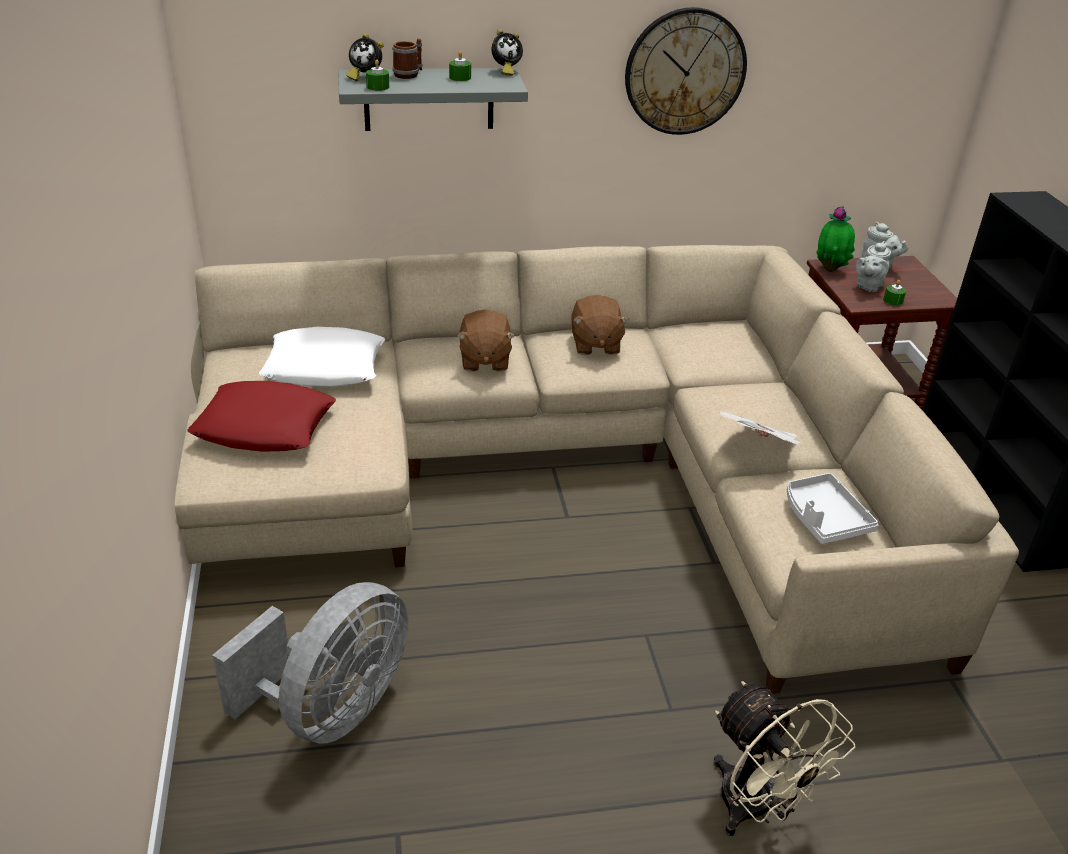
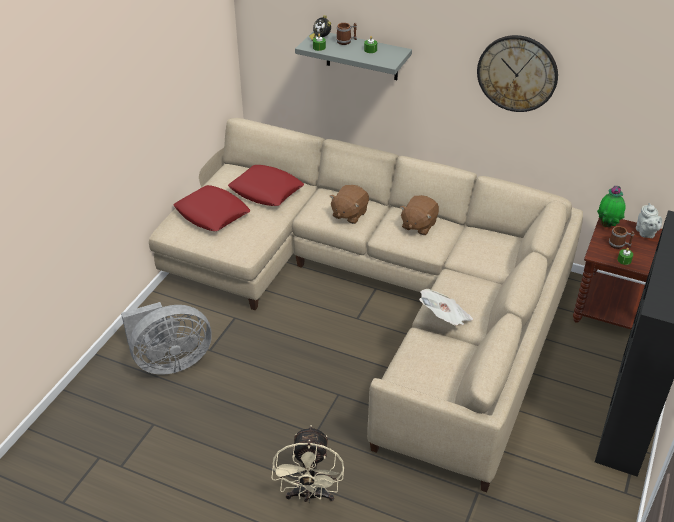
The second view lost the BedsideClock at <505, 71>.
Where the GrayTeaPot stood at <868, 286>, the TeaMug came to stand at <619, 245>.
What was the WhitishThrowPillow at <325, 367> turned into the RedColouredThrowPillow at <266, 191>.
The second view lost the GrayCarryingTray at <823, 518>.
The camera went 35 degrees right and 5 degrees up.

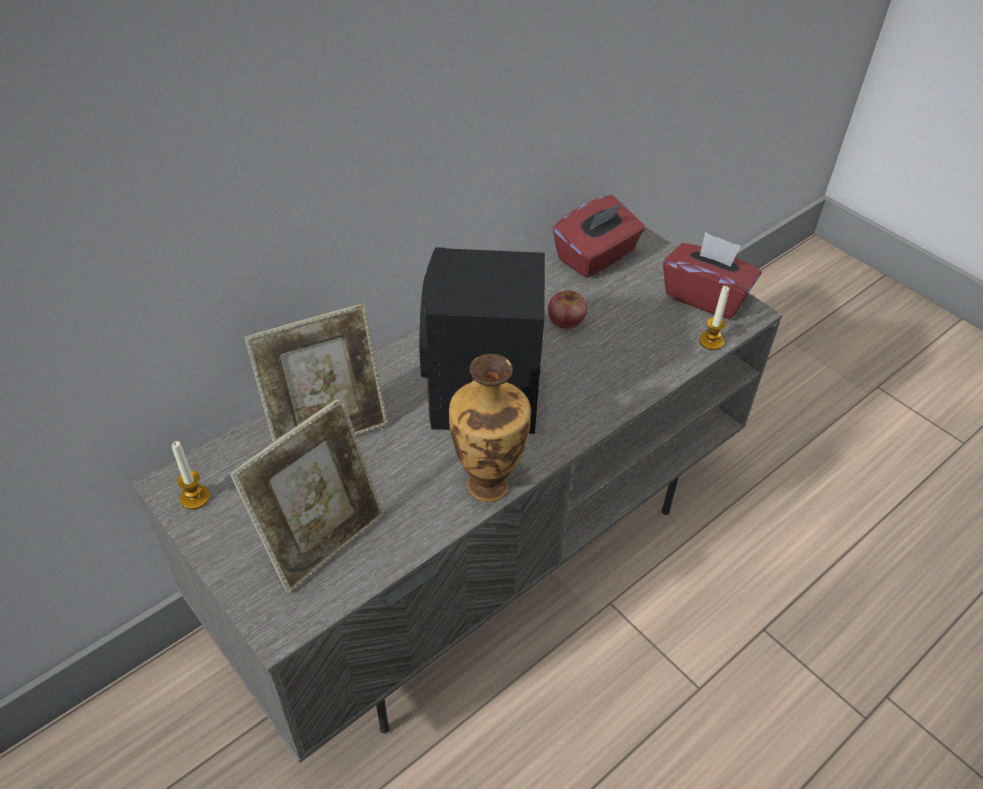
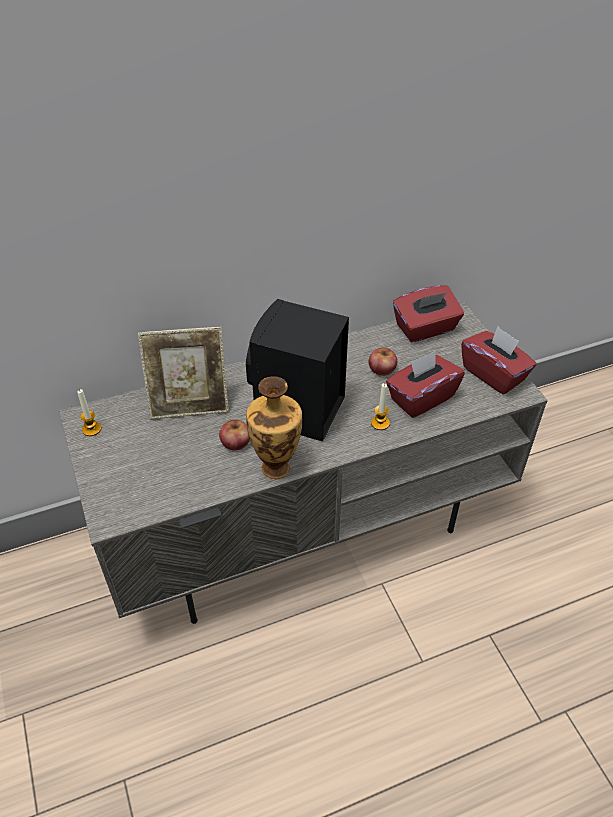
The WaxCandle ended up elsewhere, having gone from <711, 341> to <380, 423>.
The second view lost the StandingFrame at <322, 538>.
The second view gained the RedColouredTissueHolder at <421, 398>.
The second view gained the Apple at <235, 442>.
The camera went 20 degrees right and 0 degrees up.

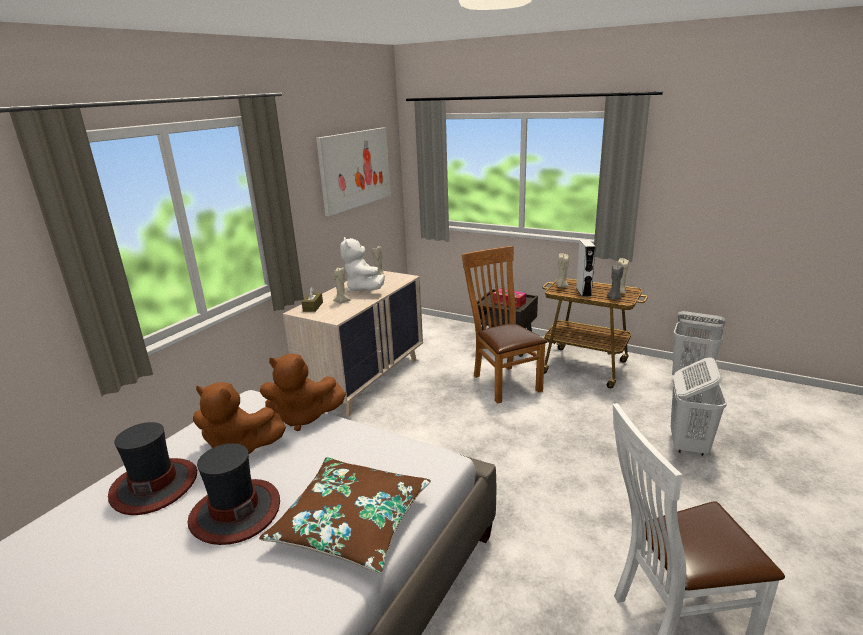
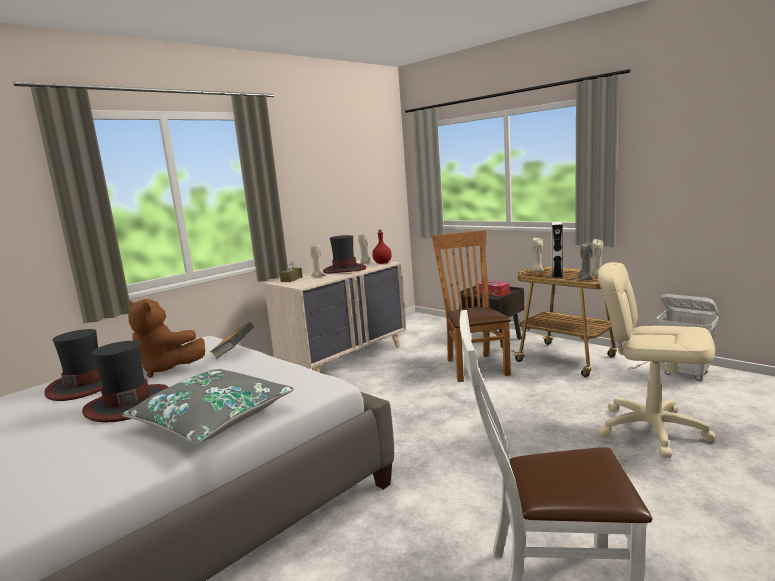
The second view lost the Picture at <355, 169>.
Where the WhitishCuddlyToy stood at <363, 289>, the Hat came to stand at <344, 269>.
Where the BrownishCuddlyToy stood at <303, 417>, the BoundBook came to stand at <234, 352>.
Where the WhitishHamper stood at <688, 445>, the BeigeColouredDeskChair came to stand at <651, 429>.
What was the BrownishThrowPillow at <351, 523> turned into the GrayThrowPillow at <212, 418>.
The second view gained the RedColouredBeverageBottle at <382, 263>.
The camera went 15 degrees right and 10 degrees down.

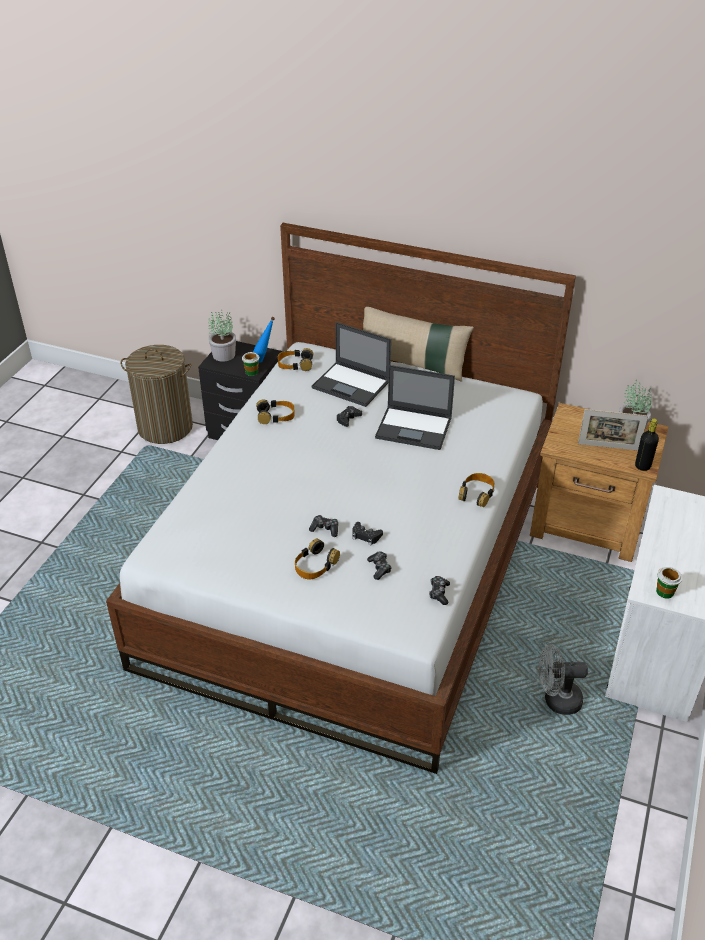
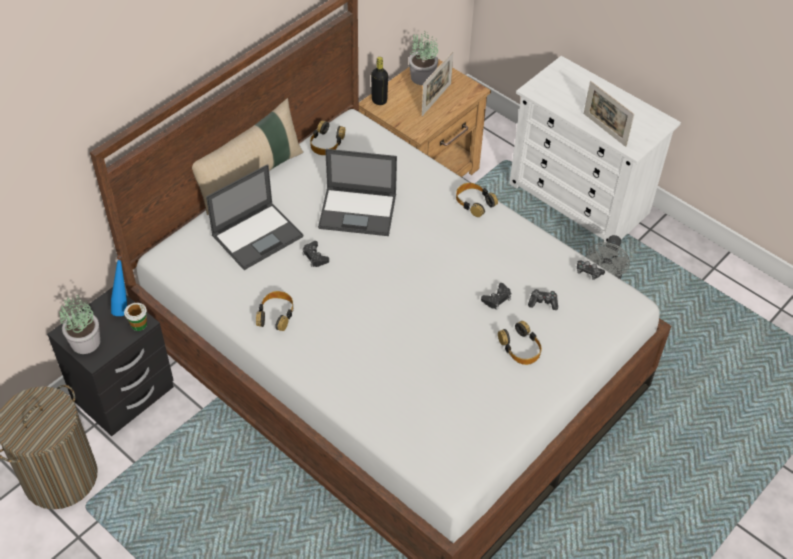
The Headset ended up elsewhere, having gone from <295, 364> to <326, 143>.
The Laptop at <414, 428> ended up facing another way, 60 degrees clockwise from before.
The BlackishBeverageBottle ended up elsewhere, having gone from <642, 466> to <379, 100>.
The second view lost the Gamepad at <325, 529>.
The second view lost the SmallCup at <665, 592>.
The second view gained the StandingFrame at <604, 130>.
The camera went 70 degrees left and 10 degrees up.

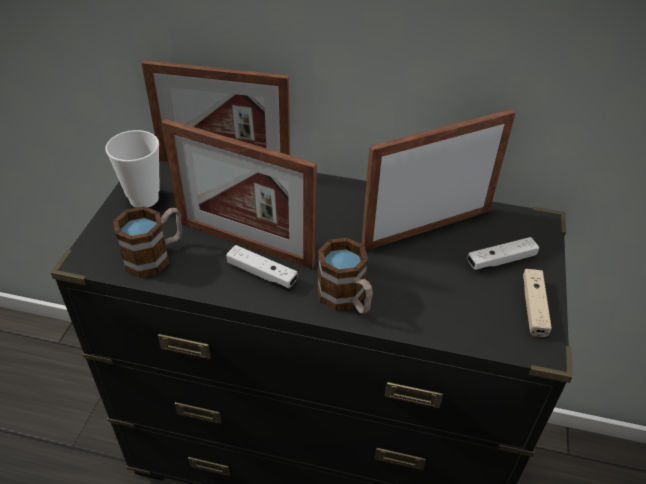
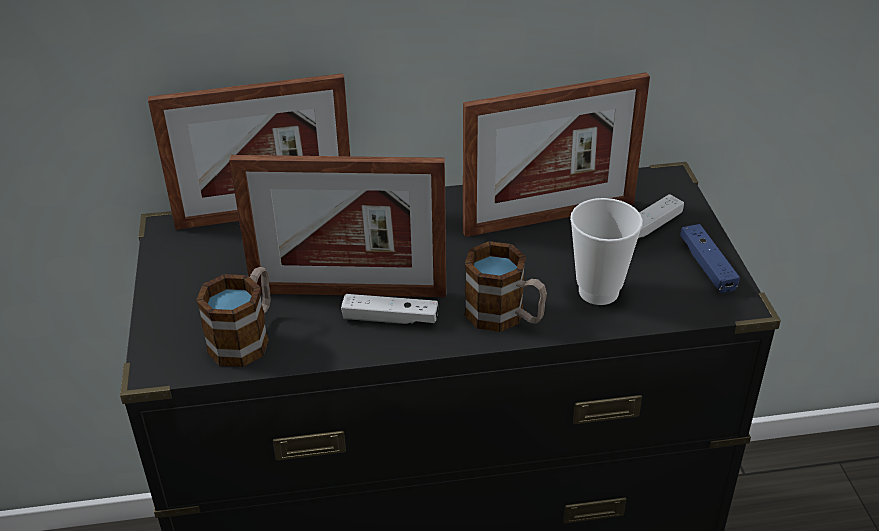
The StandingFrame at <427, 228> ended up facing another way, 150 degrees counterclockwise from before.
The SmallCup ended up elsewhere, having gone from <144, 199> to <598, 292>.
What was the BeigeColouredGamepad at <534, 307> turned into the BlueColouredGamepad at <707, 266>.
The camera went 20 degrees left and 5 degrees down.

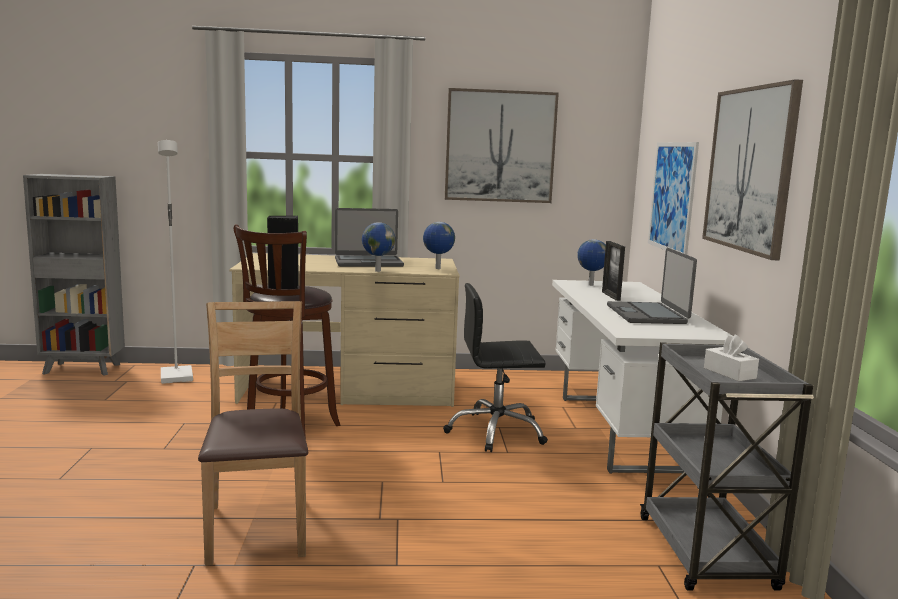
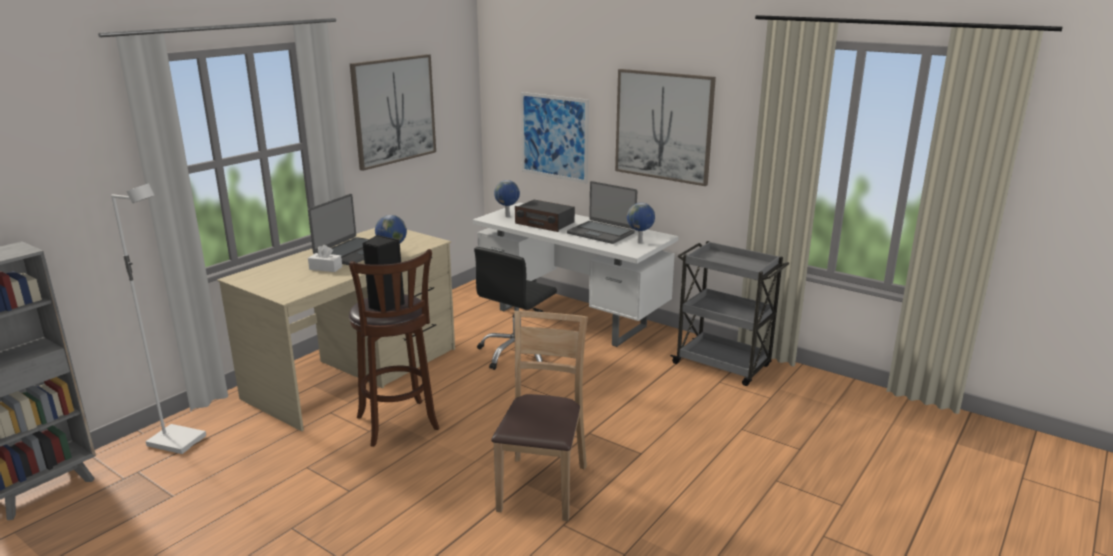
The Globe ended up elsewhere, having gone from <437, 268> to <640, 242>.
Where the StandingFrame stood at <610, 296>, the RadioSet came to stand at <544, 223>.
The BrownishUprightChair at <257, 528> ended up facing another way, 75 degrees clockwise from before.
The WhitishTissueHolder ended up elsewhere, having gone from <729, 373> to <325, 268>.
The camera went 50 degrees left and 10 degrees up.

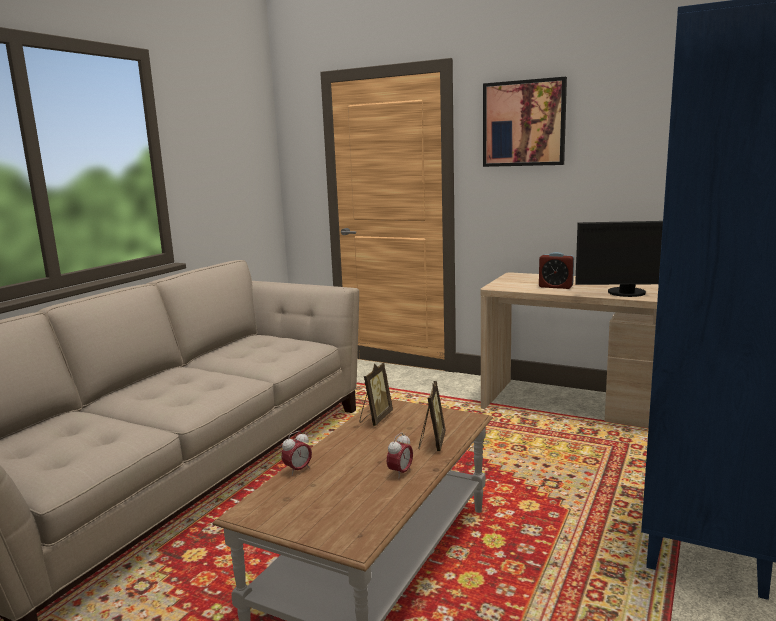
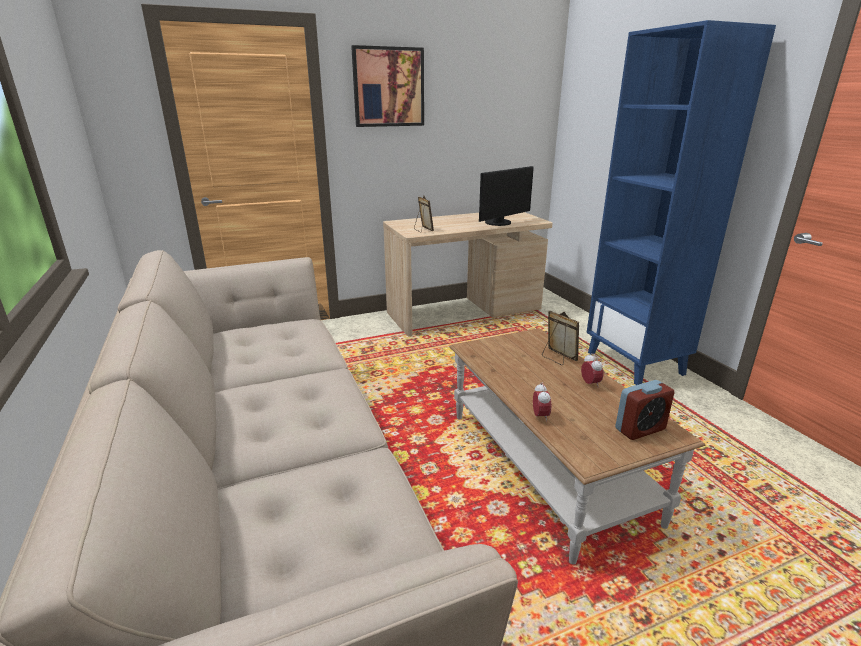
The BedsideClock ended up elsewhere, having gone from <555, 286> to <640, 429>.
The StandingFrame ended up elsewhere, having gone from <375, 418> to <423, 230>.
The camera went 50 degrees left and 10 degrees up.

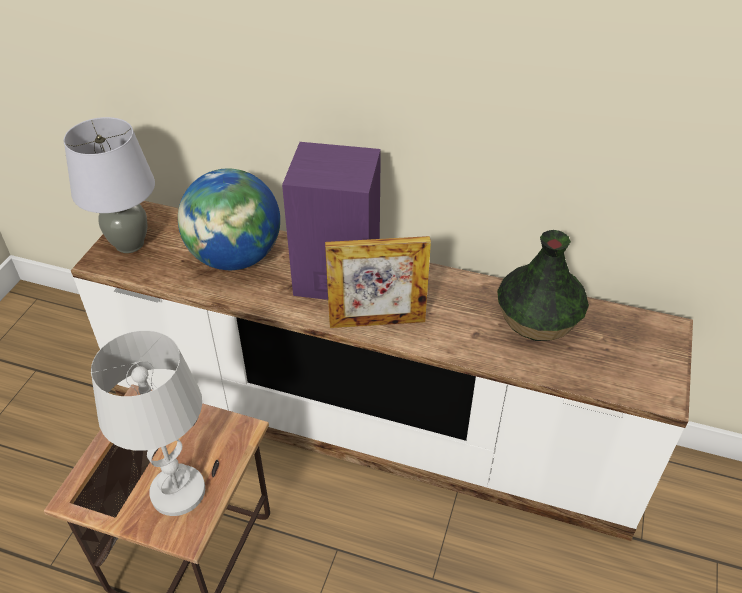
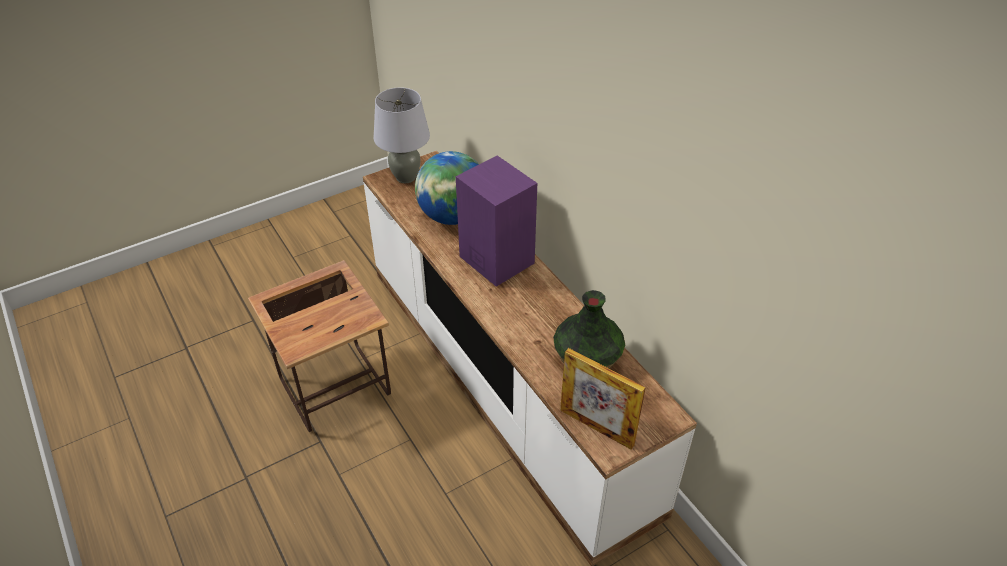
The StandingFrame ended up elsewhere, having gone from <377, 322> to <596, 427>.
The second view lost the WhitishTabletopLamp at <178, 492>.
The camera went 40 degrees right and 0 degrees up.

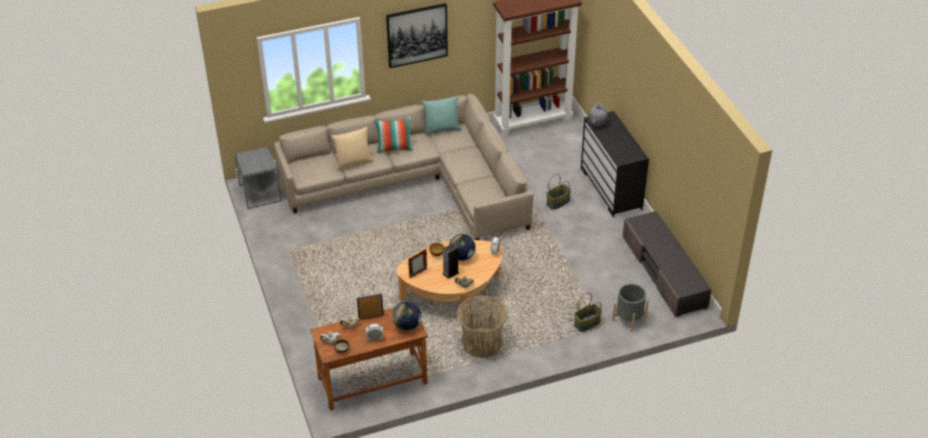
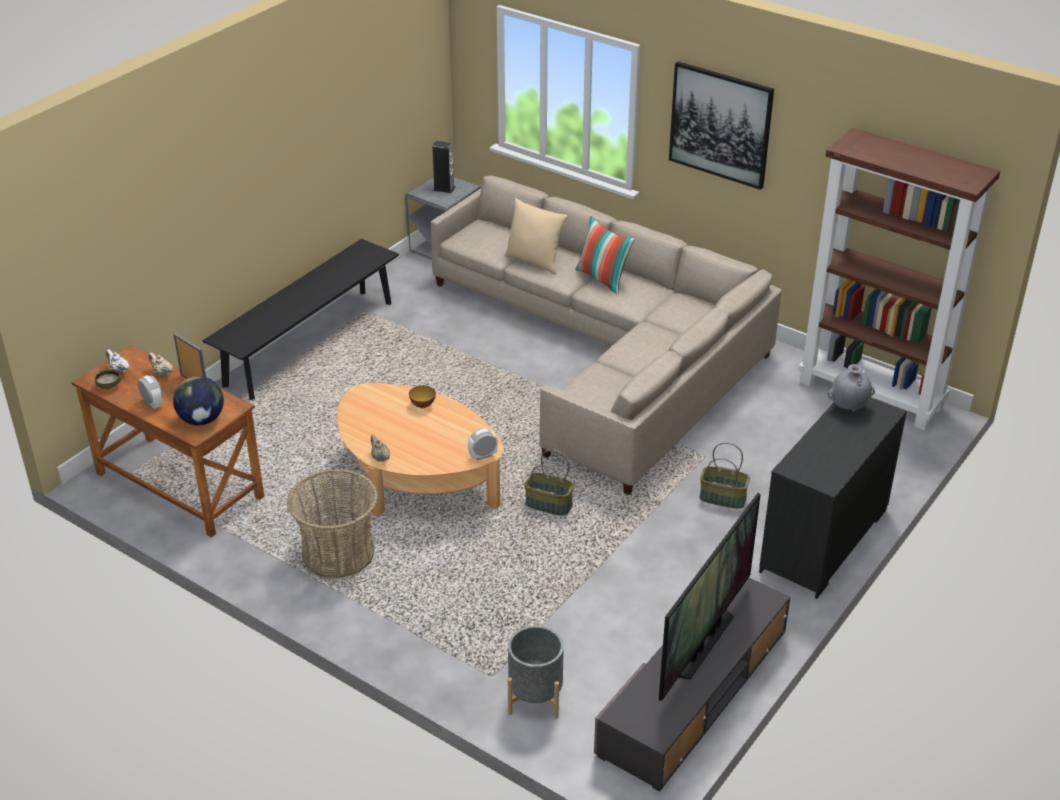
The second view lost the BlueGreenThrowPillow at <441, 129>.
The second view lost the Globe at <462, 256>.
The Loudspeaker ended up elsewhere, having gone from <450, 273> to <444, 188>.
The second view lost the StandingFrame at <418, 273>.
The HouseholdBasket ended up elsewhere, having gone from <587, 324> to <548, 505>.
The second view gained the BlackishIndoorBench at <310, 343>.
The second view gained the Television at <702, 643>.
The camera went 55 degrees right and 5 degrees down.

